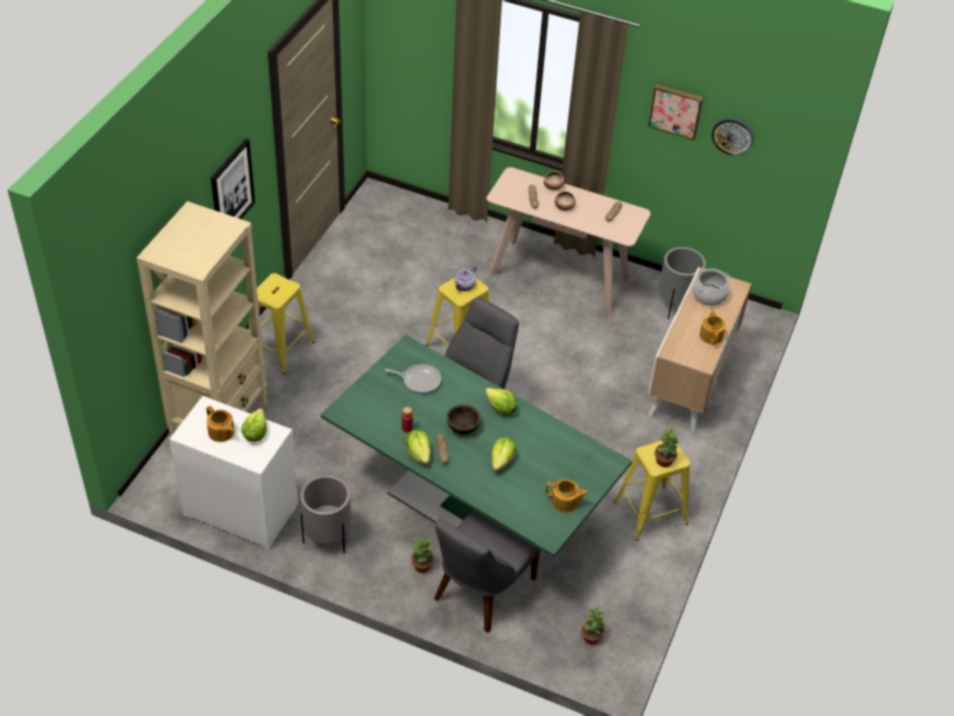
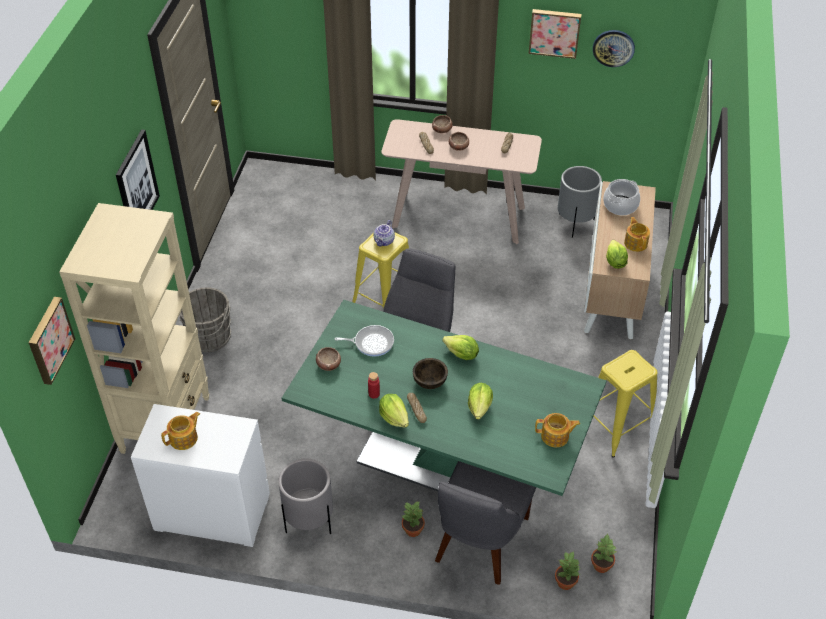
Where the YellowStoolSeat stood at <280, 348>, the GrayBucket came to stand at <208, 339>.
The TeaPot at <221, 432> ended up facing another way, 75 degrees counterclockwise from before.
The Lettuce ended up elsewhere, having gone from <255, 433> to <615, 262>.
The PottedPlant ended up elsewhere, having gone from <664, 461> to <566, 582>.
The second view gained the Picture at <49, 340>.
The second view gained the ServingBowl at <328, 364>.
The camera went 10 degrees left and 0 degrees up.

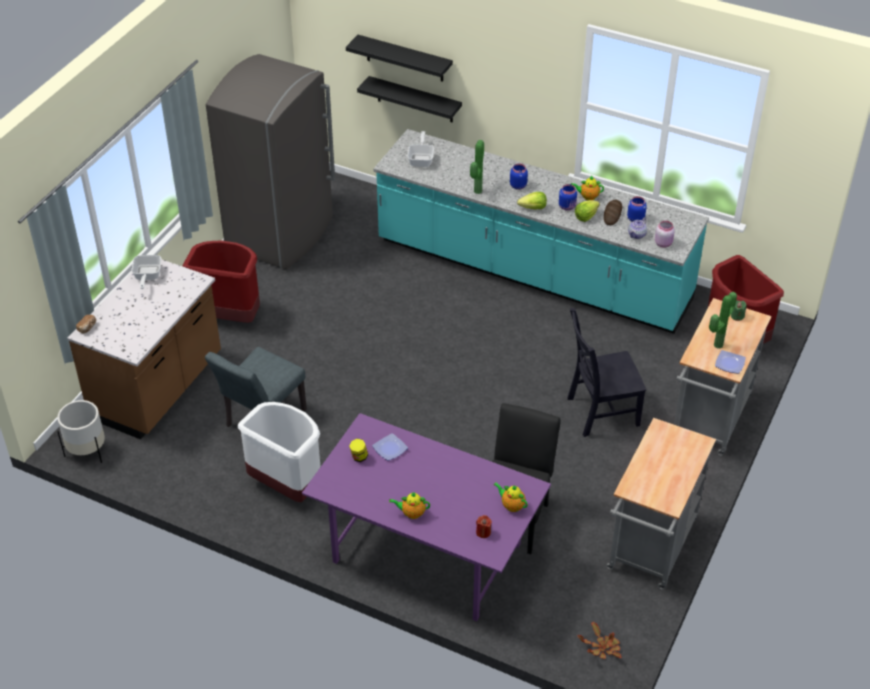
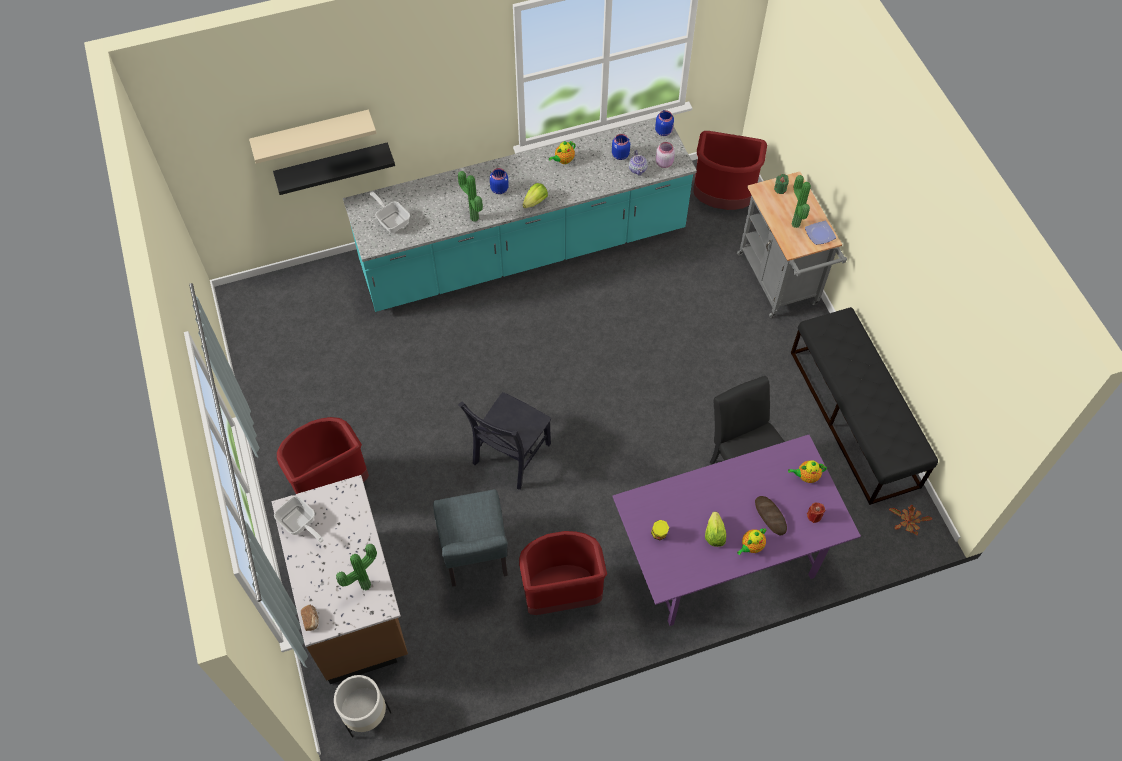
What was the BlackishBracketShelf at <404, 58> turned into the BeigeColouredBracketShelf at <312, 134>.
The second view lost the GrayFridge at <281, 234>.
The BlueColouredPreserveJar ended up elsewhere, having gone from <567, 207> to <664, 131>.
The Lettuce ended up elsewhere, having gone from <586, 216> to <714, 534>.
The Bread ended up elsewhere, having gone from <612, 214> to <770, 516>.
The BlackishUprightChair ended up elsewhere, having gone from <599, 412> to <509, 456>.
What was the WhitishWasteBin at <287, 485> turned into the RedColouredWasteBin at <561, 594>.
Where the GrayTrolley stood at <650, 550>, the BlackishIndoorBench came to stand at <854, 418>.
The second view lost the FlatDish at <390, 448>.
The second view gained the PottedPlant at <364, 584>.
The camera went 45 degrees left and 15 degrees up.

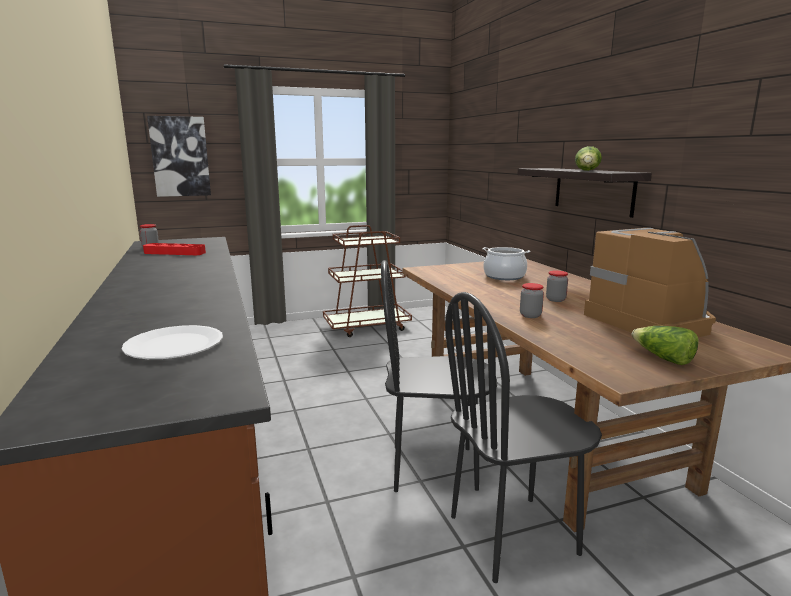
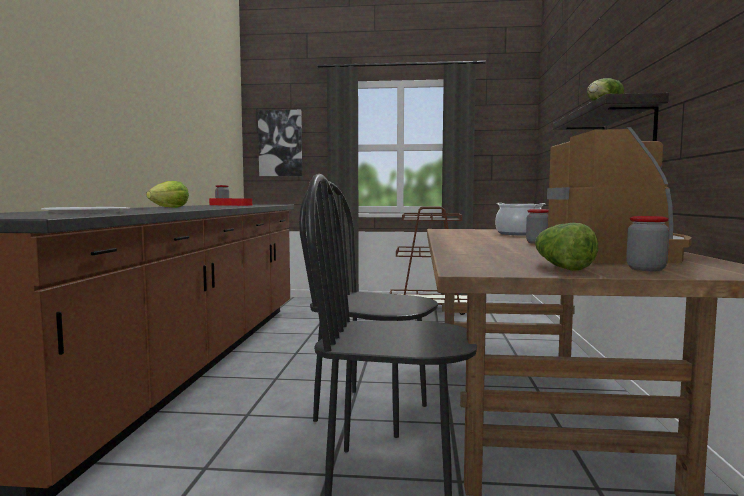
The PreserveJar ended up elsewhere, having gone from <530, 315> to <646, 269>.
The second view gained the Lettuce at <170, 207>.
The camera went 25 degrees right and 10 degrees down.

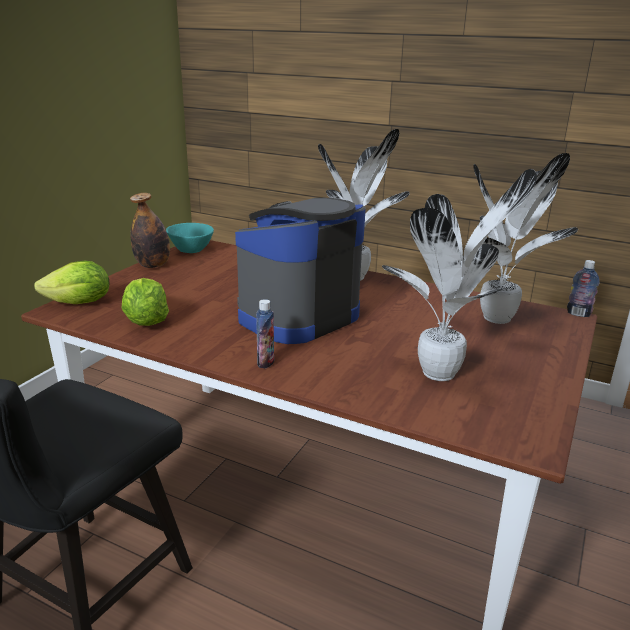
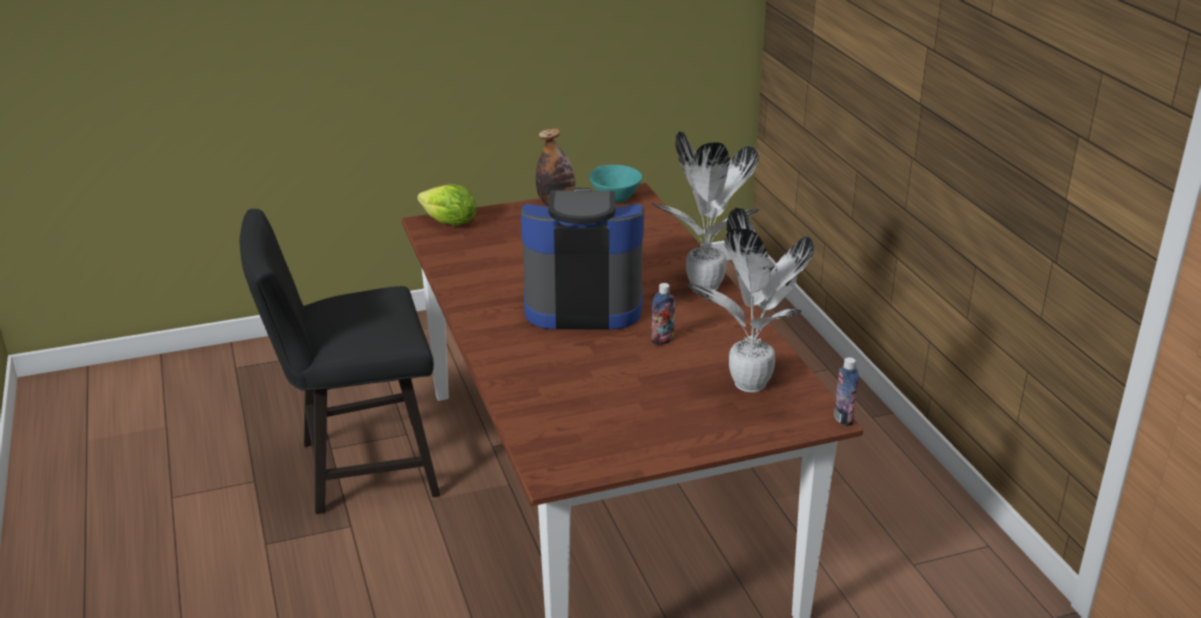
The second view lost the PottedPlant at <443, 373>.
The second view lost the Lettuce at <146, 321>.
The BeverageBottle ended up elsewhere, having gone from <265, 362> to <662, 340>.
The camera went 45 degrees right and 5 degrees up.

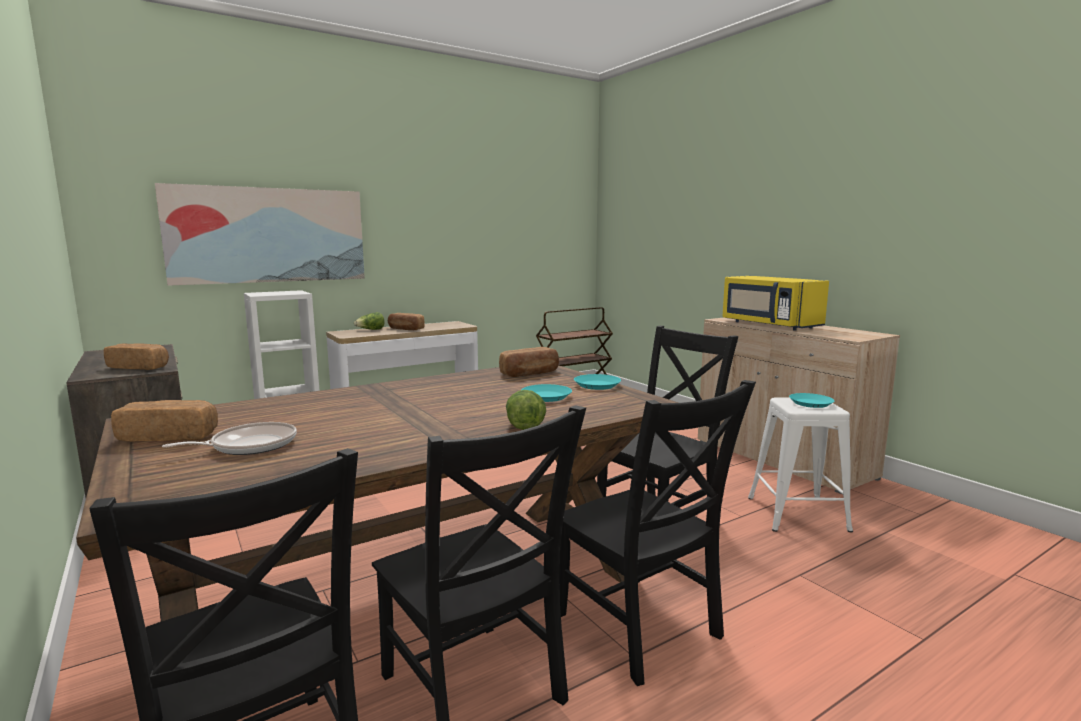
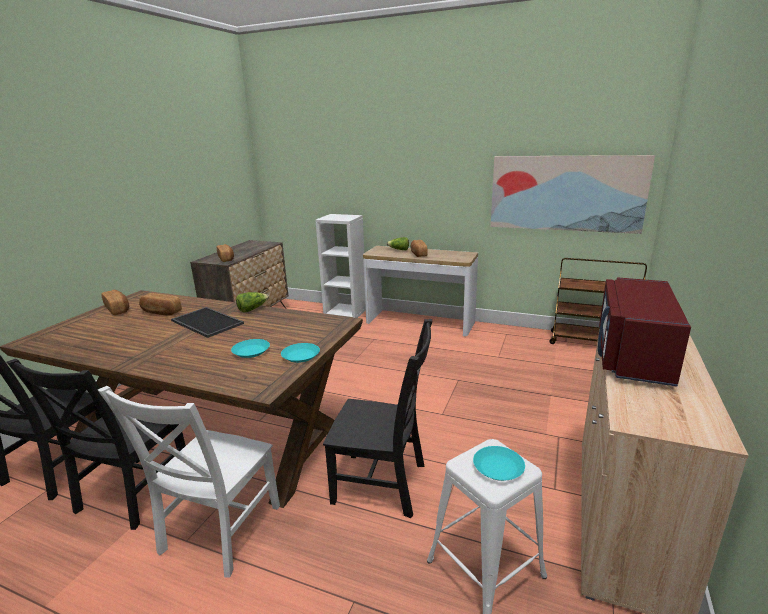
The Picture ended up elsewhere, having gone from <269, 235> to <566, 193>.
What was the YellowKitchenMicrowave at <768, 325> turned into the RedColouredKitchenMicrowave at <632, 355>.
The Bread ended up elsewhere, having gone from <530, 373> to <161, 312>.
What was the BlackishUprightChair at <641, 629> turned into the WhitishUprightChair at <218, 532>.
The Lettuce ended up elsewhere, having gone from <524, 423> to <252, 309>.
The second view lost the Skillet at <250, 445>.
The second view gained the CarryingTray at <205, 322>.
The camera went 55 degrees right and 10 degrees up.

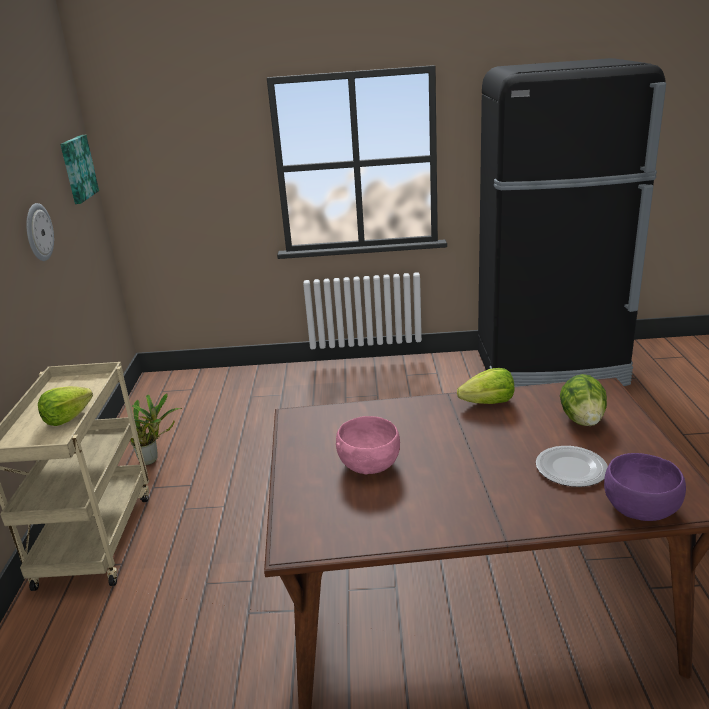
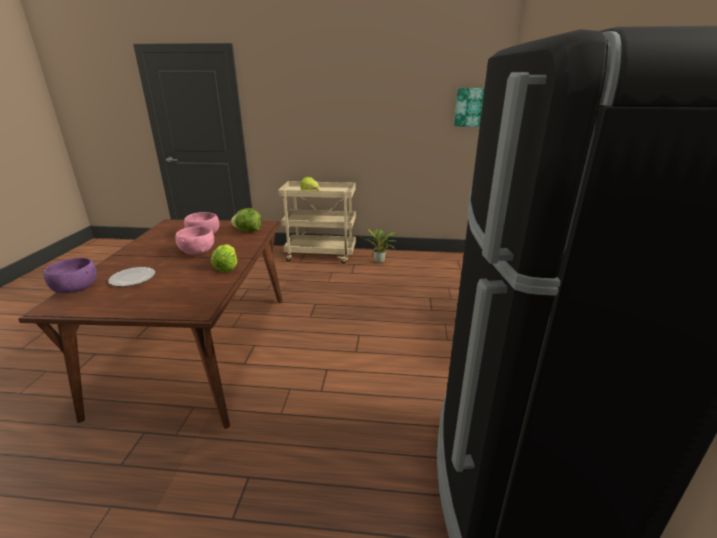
The second view lost the WallClock at <38, 232>.
The Lettuce ended up elsewhere, having gone from <582, 420> to <248, 231>.
The second view gained the PinkColouredServingBowl at <197, 252>.
The camera went 95 degrees right and 0 degrees up.

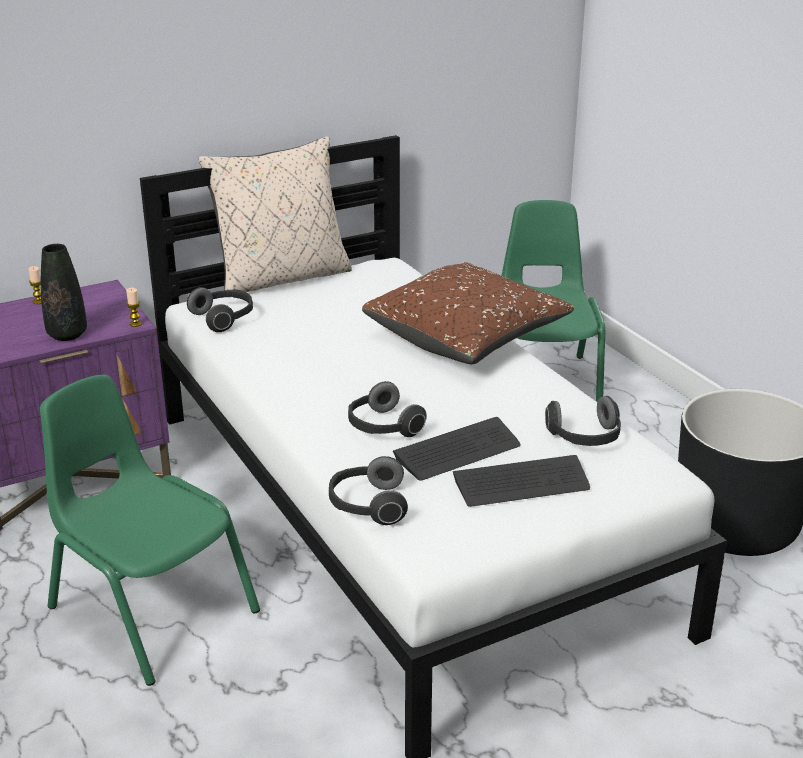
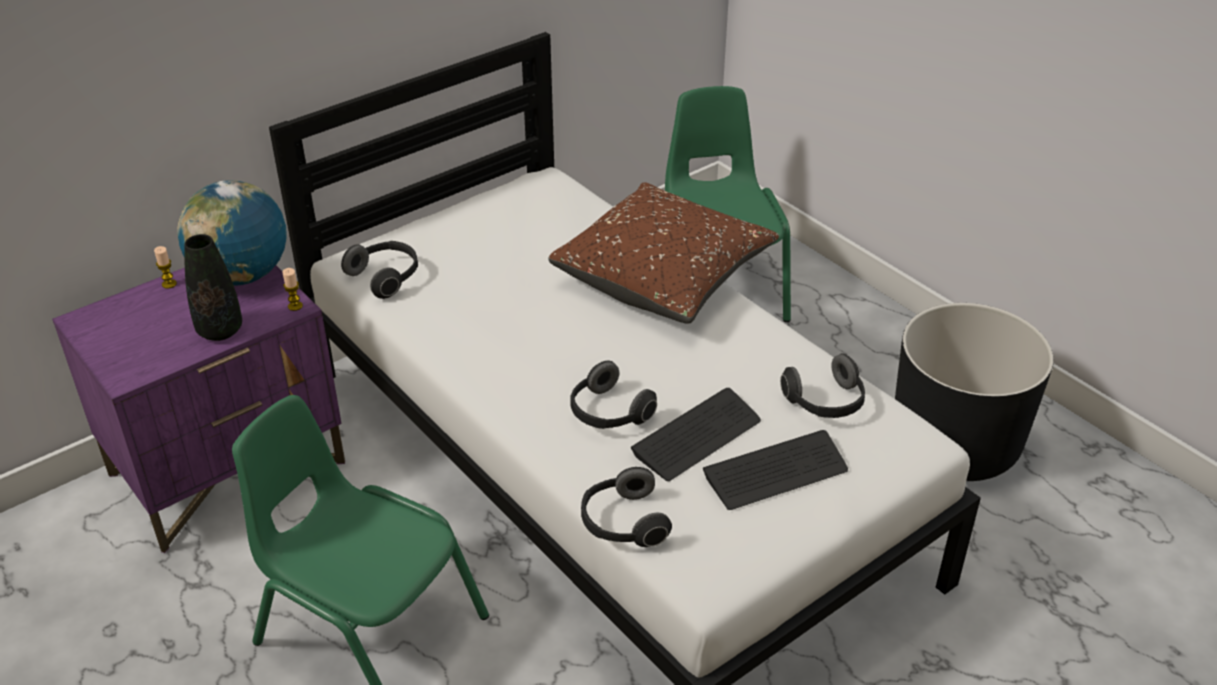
The second view lost the BeigeColouredThrowPillow at <282, 277>.
The second view gained the Globe at <242, 276>.
The camera went 10 degrees left and 10 degrees up.

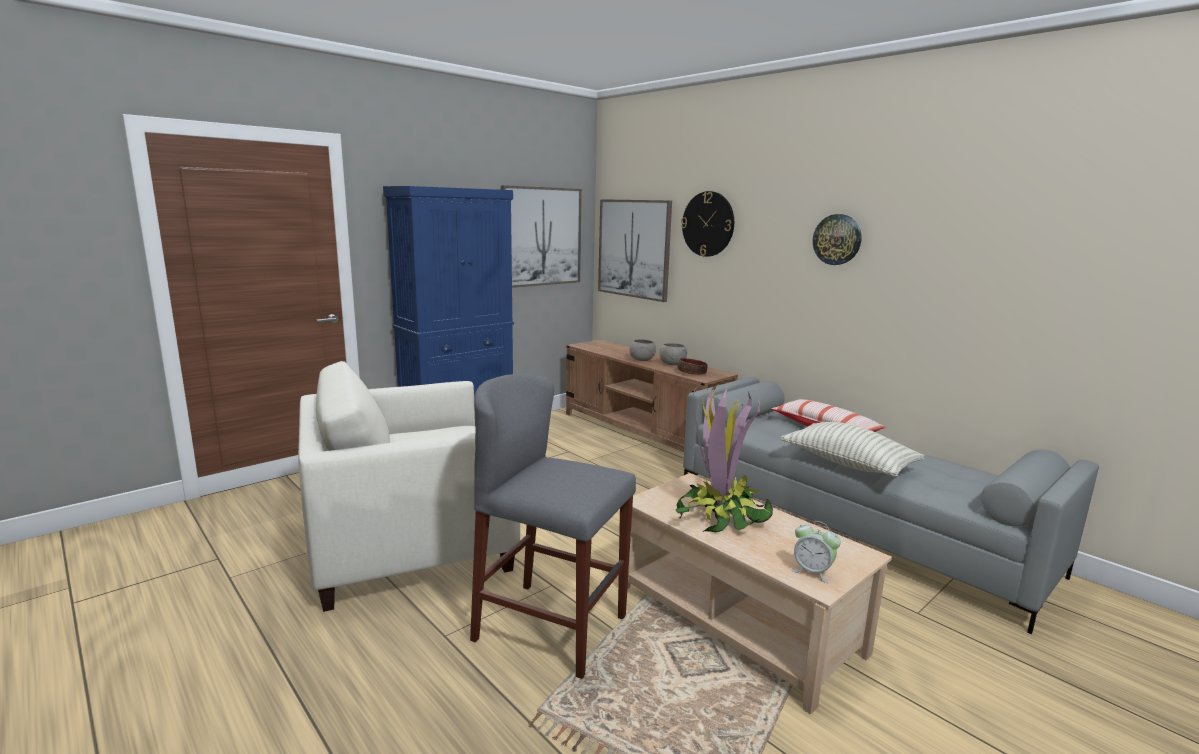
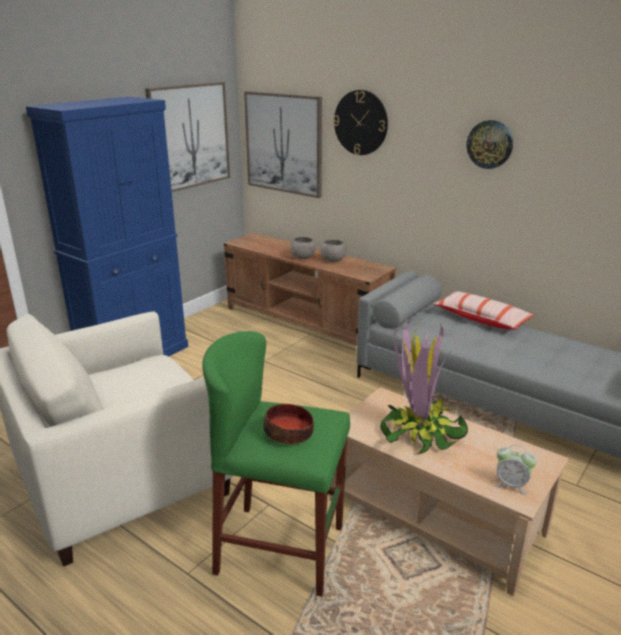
The ServingBowl ended up elsewhere, having gone from <692, 373> to <289, 433>.
What was the GrayStoolSeat at <551, 628> turned into the GreenColouredStoolSeat at <281, 549>.
The second view lost the ThrowPillow at <848, 464>.
The camera went 10 degrees left and 10 degrees up.

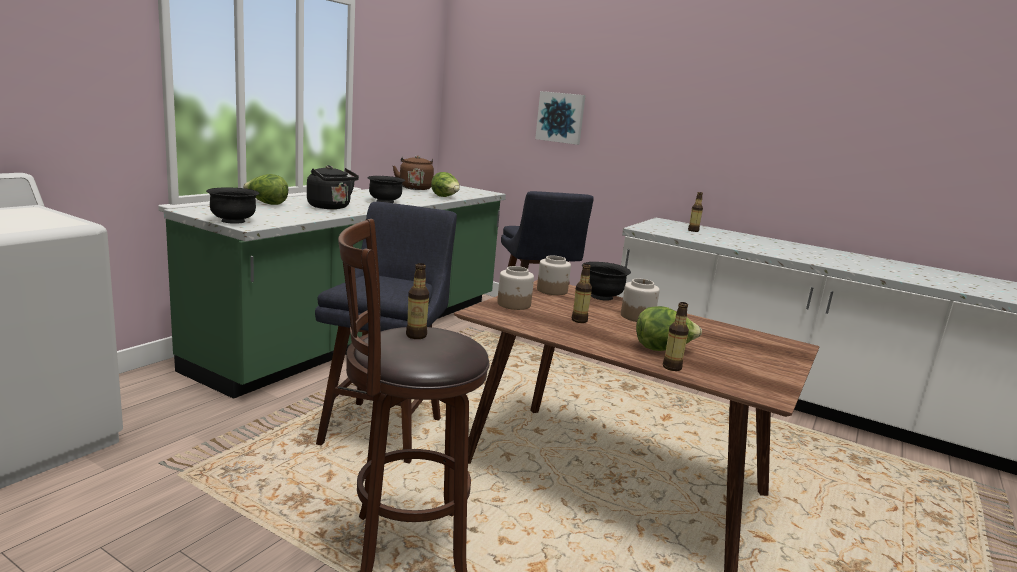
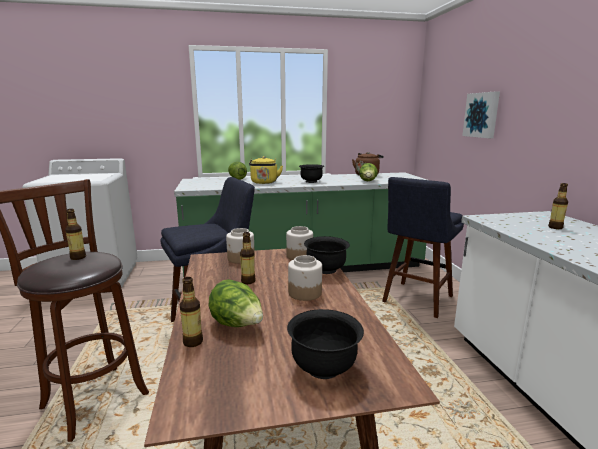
What was the BlackishKettle at <331, 207> turned into the YellowKettle at <264, 183>.
The BlackishServingBowl ended up elsewhere, having gone from <233, 221> to <324, 368>.
The camera went 50 degrees right and 0 degrees up.

